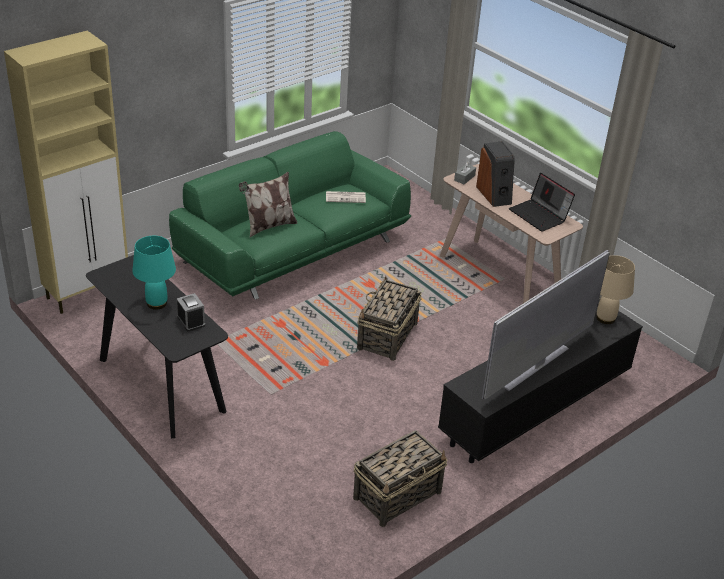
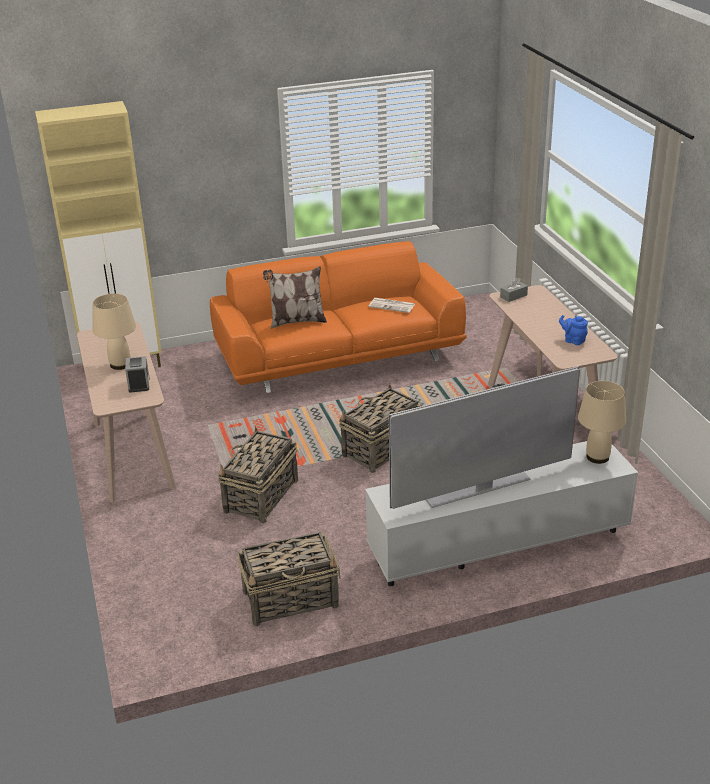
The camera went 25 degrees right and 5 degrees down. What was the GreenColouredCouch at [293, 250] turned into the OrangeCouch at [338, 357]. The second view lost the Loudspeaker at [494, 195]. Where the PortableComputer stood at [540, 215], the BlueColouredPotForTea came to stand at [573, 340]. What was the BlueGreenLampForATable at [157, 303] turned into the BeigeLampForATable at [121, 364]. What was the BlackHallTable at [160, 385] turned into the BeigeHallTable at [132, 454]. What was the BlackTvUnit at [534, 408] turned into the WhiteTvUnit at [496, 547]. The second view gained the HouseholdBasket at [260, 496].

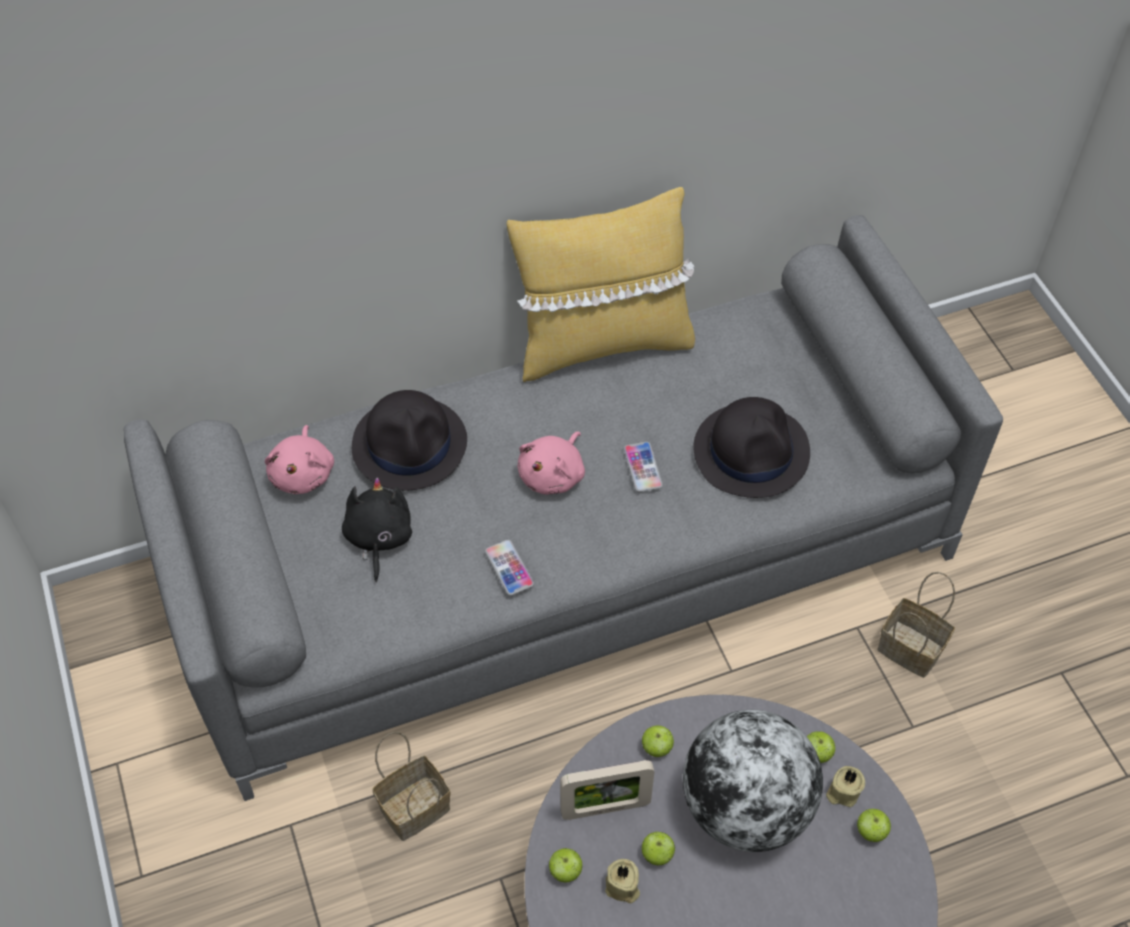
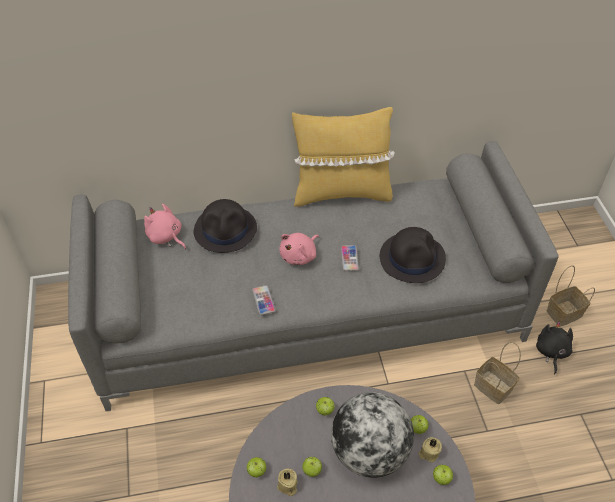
The camera went 10 degrees right and 5 degrees down. The PinkishPlushToy at [303, 473] ended up facing another way, 120 degrees clockwise from before. The BlackPlushToy ended up elsewhere, having gone from [378, 538] to [551, 352]. The HouseholdBasket ended up elsewhere, having gone from [416, 806] to [564, 312]. The second view lost the PictureFrame at [605, 808].

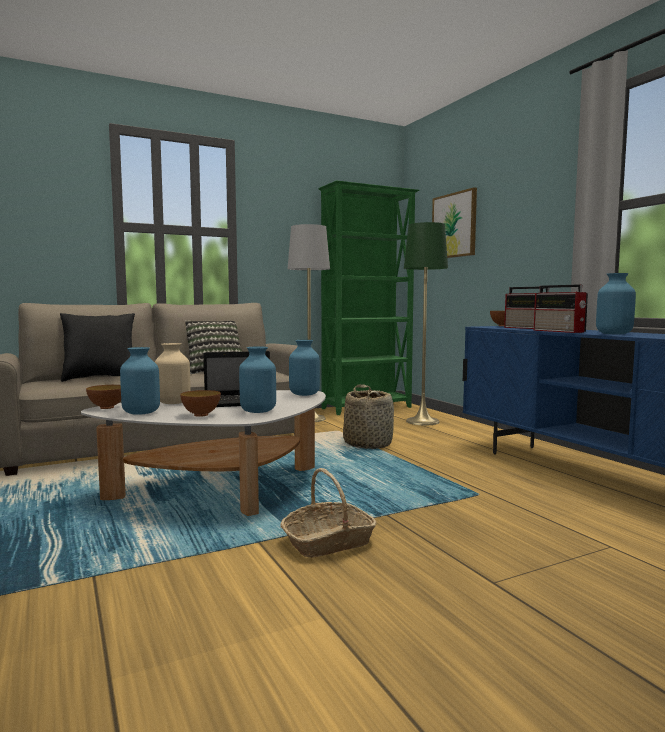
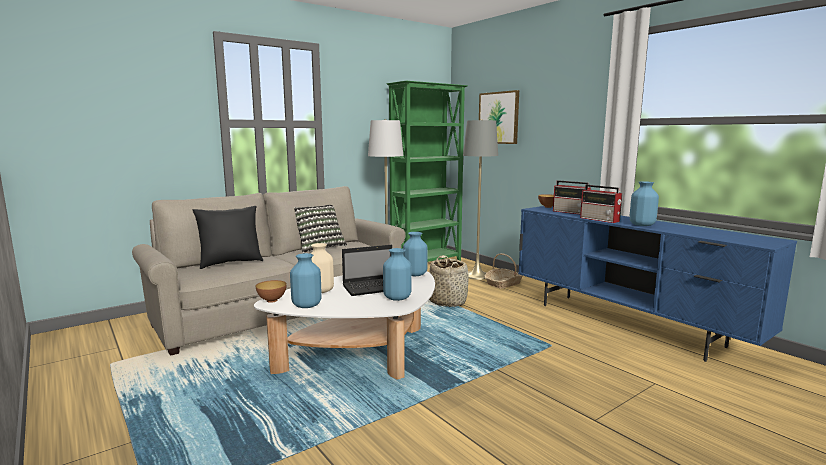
The camera went 10 degrees left and 5 degrees up. What was the GreenColouredStandardLamp at [422, 421] turned into the GrayStandardLamp at [477, 275]. The second view lost the Bowl at [201, 415]. The HouseholdBasket ended up elsewhere, having gone from [328, 542] to [503, 283].

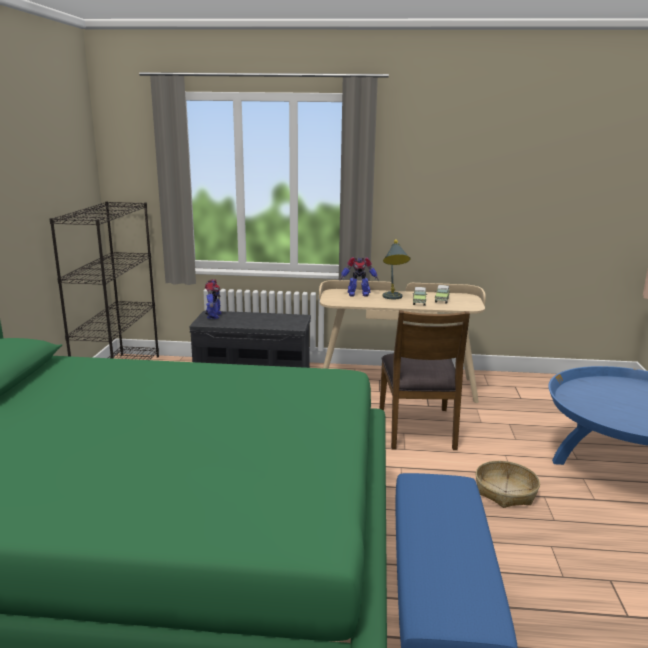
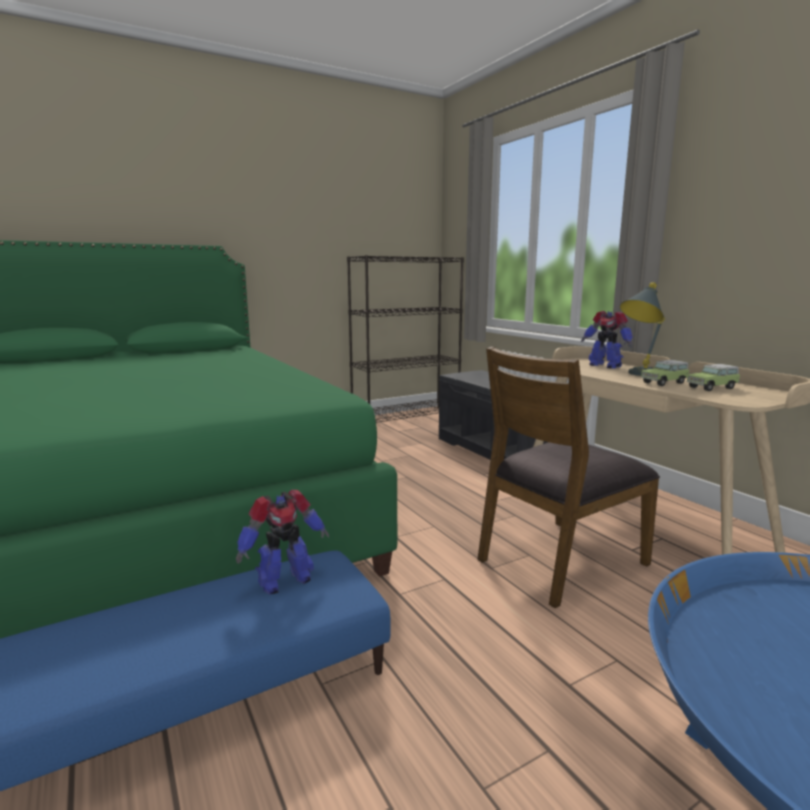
The camera went 55 degrees right and 5 degrees down. The ToyRobot ended up elsewhere, having gone from [213, 316] to [284, 580]. The second view lost the HouseholdBasket at [505, 491].

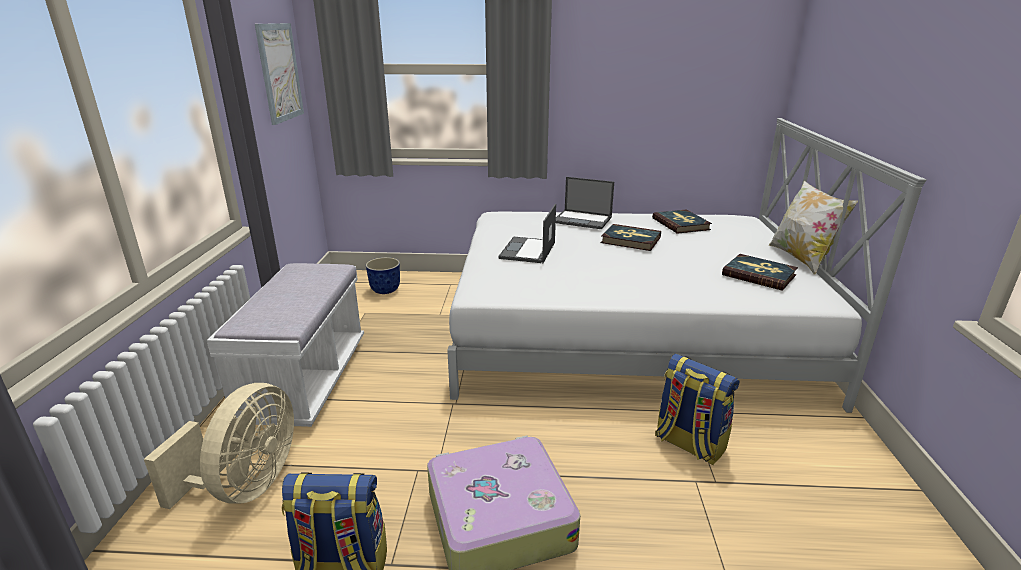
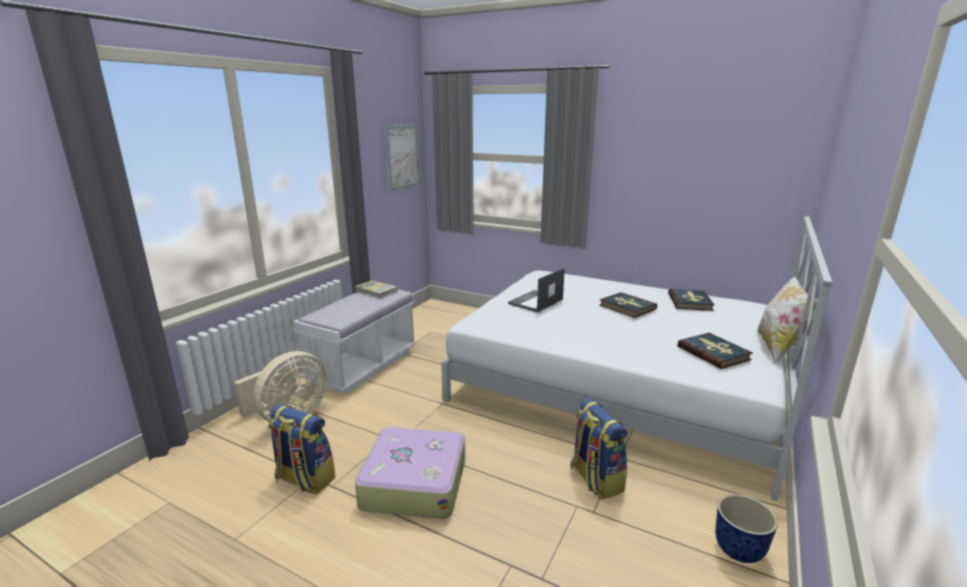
The camera went 25 degrees right and 5 degrees down. The second view lost the PortableComputer at [583, 220]. The Planter ended up elsewhere, having gone from [386, 290] to [739, 550]. The second view gained the Volume at [376, 291].

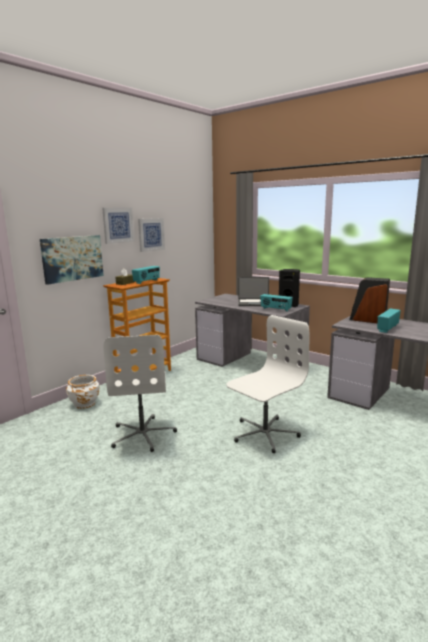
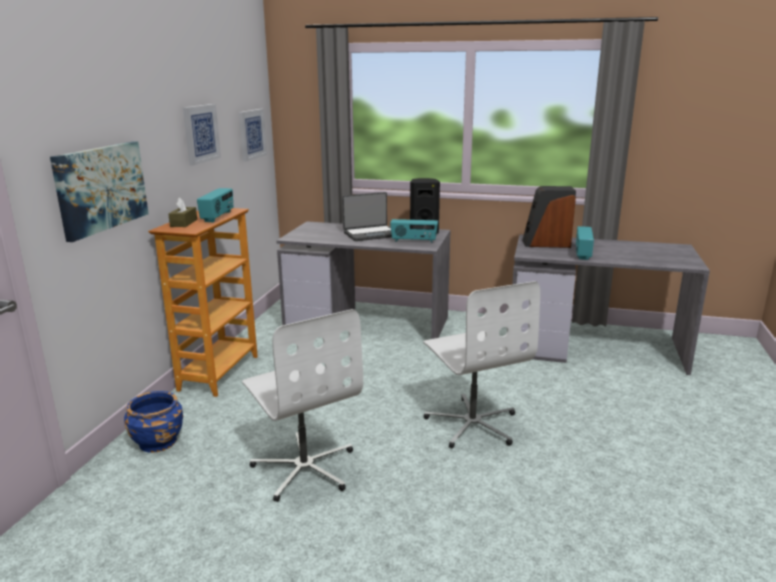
The camera went 25 degrees left and 5 degrees up. The WallArt ended up elsewhere, having gone from [118, 225] to [251, 134]. The WhiteDeskChair at [264, 434] ended up facing another way, 135 degrees clockwise from before. What was the WhitePlanter at [84, 403] turned into the BlueColouredPlanter at [157, 442].

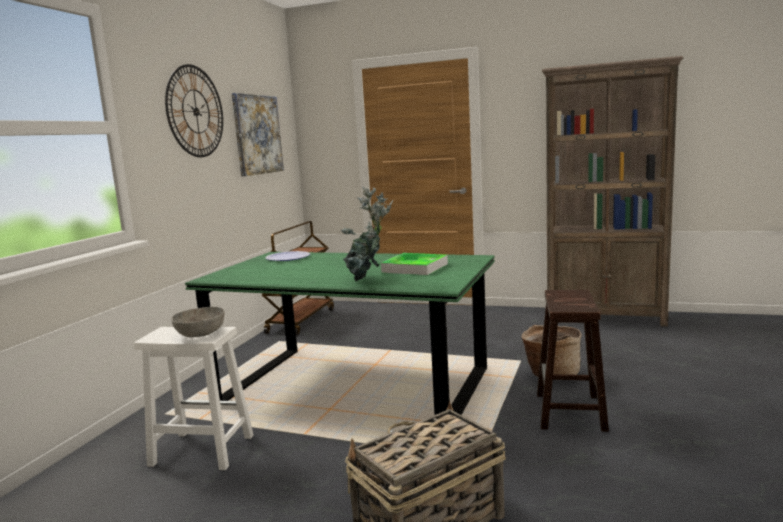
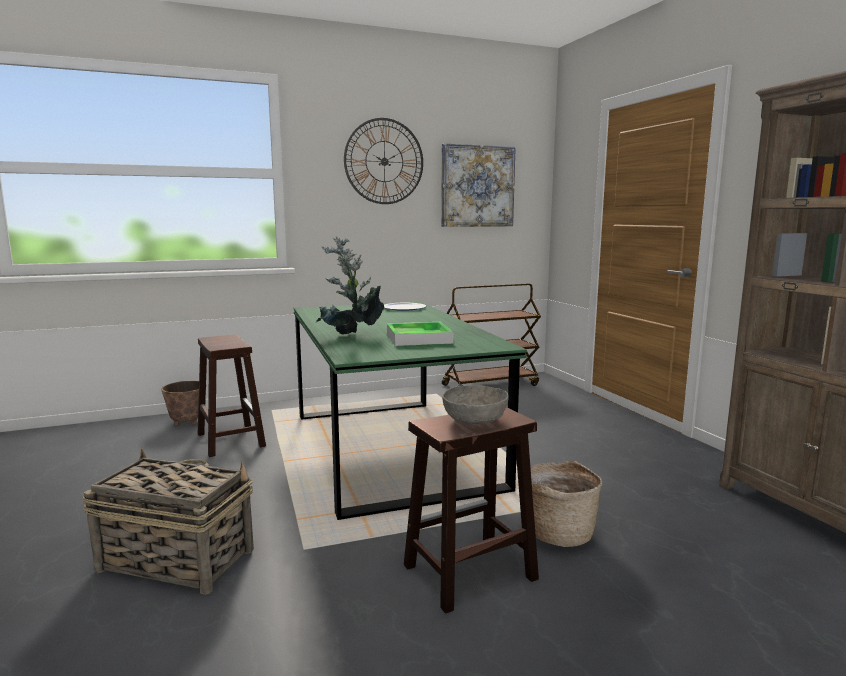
The camera went 50 degrees right and 0 degrees up. The GrayBowl ended up elsewhere, having gone from [200, 333] to [475, 419]. What was the WhiteStool at [200, 450] turned into the BrownStool at [230, 439]. The second view gained the Planter at [187, 422].

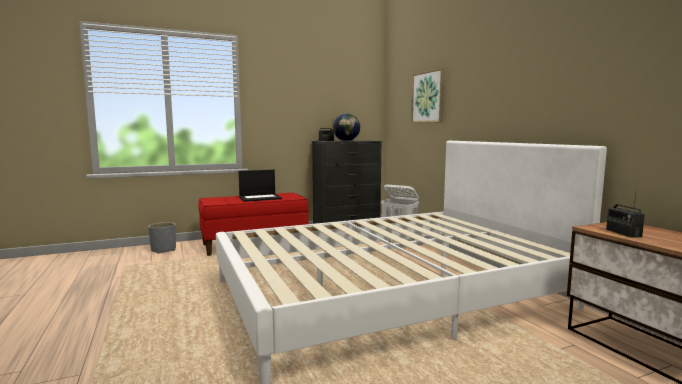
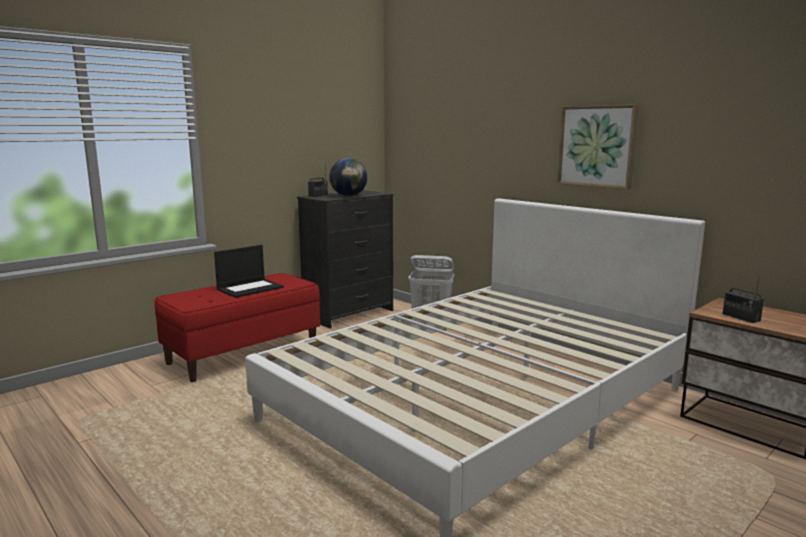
The camera went 20 degrees left and 5 degrees up. The WallArt ended up elsewhere, having gone from [428, 97] to [597, 146]. The second view lost the GrayPlanter at [163, 250].

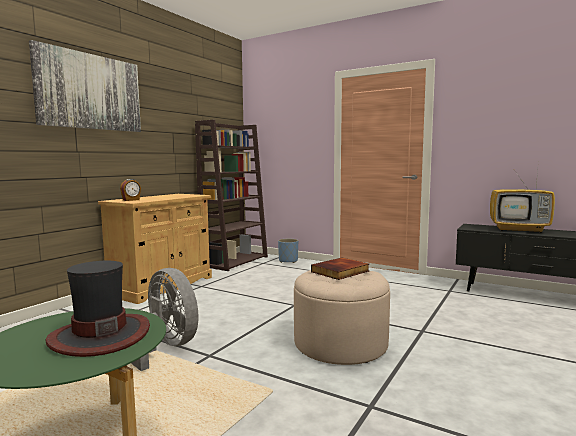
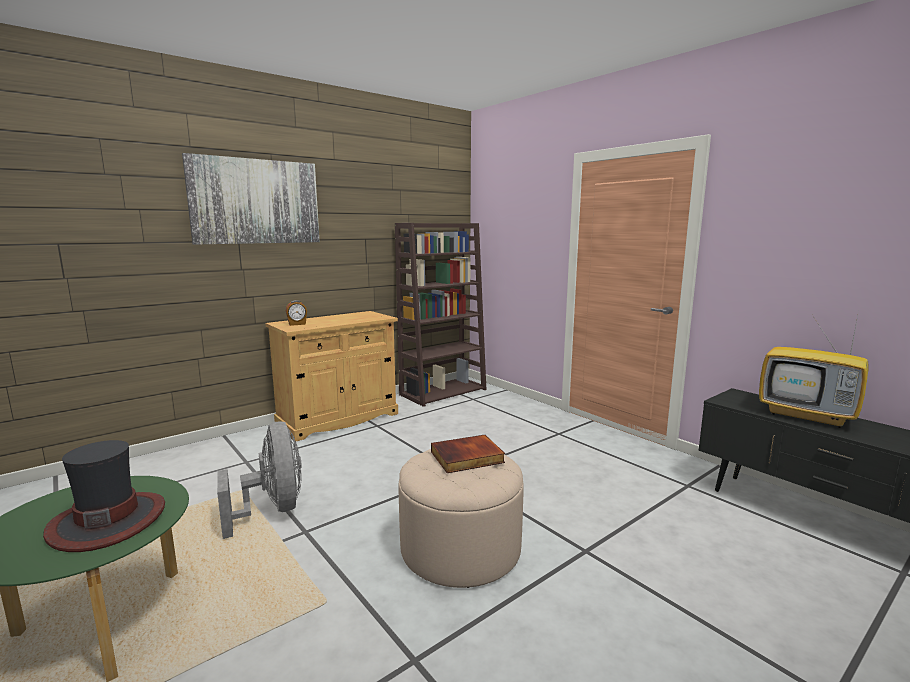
The camera went 20 degrees right and 5 degrees up. The second view lost the BlueColouredPlanter at [288, 261].

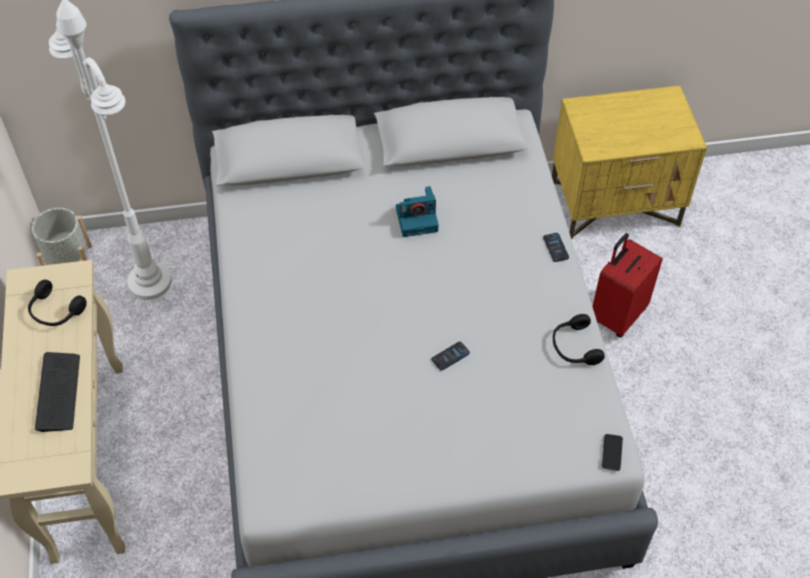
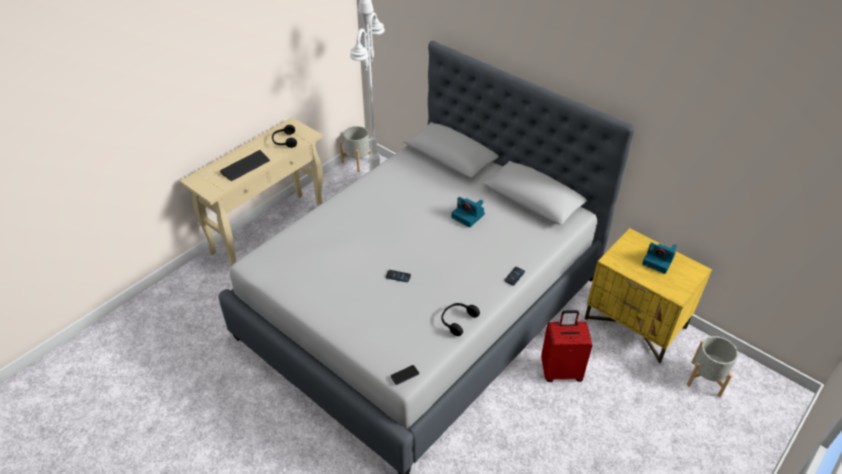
The camera went 50 degrees right and 10 degrees down. The second view gained the StillCamera at [658, 261]. The second view gained the GrayPlanter at [706, 378].

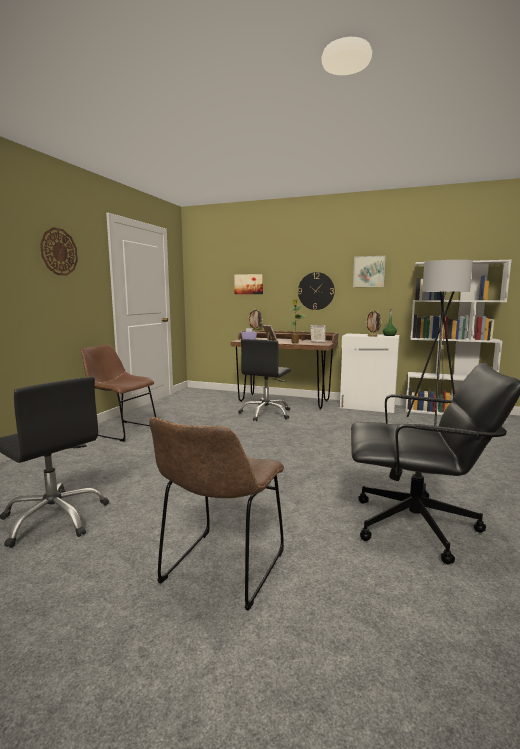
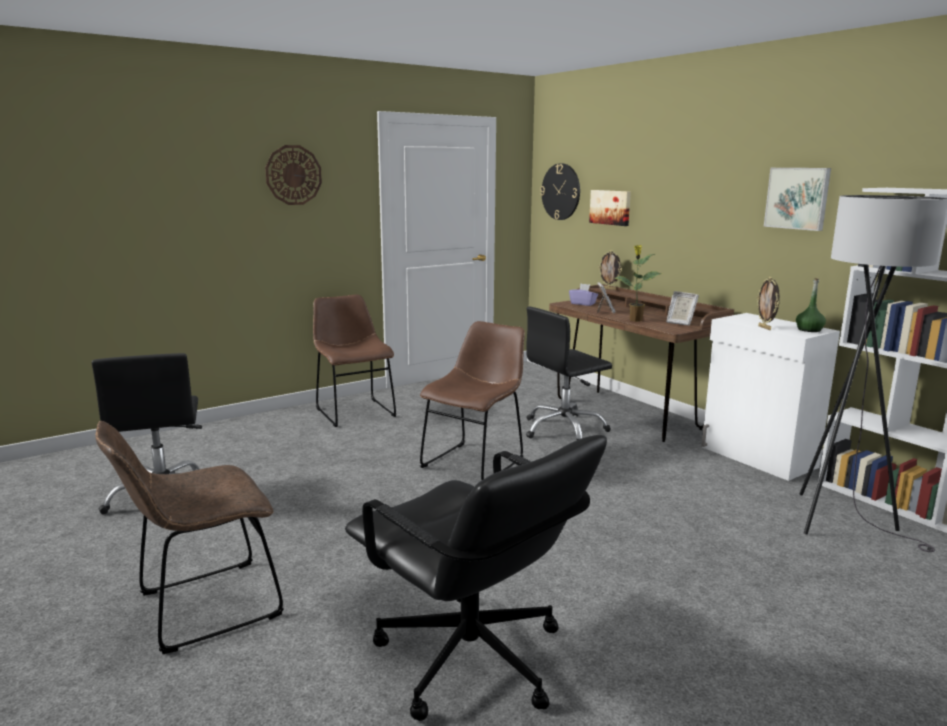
The camera went 35 degrees right and 5 degrees up. The ClockOnTheWall ended up elsewhere, having gone from [316, 291] to [561, 192]. The second view gained the BrownChair at [475, 462].

